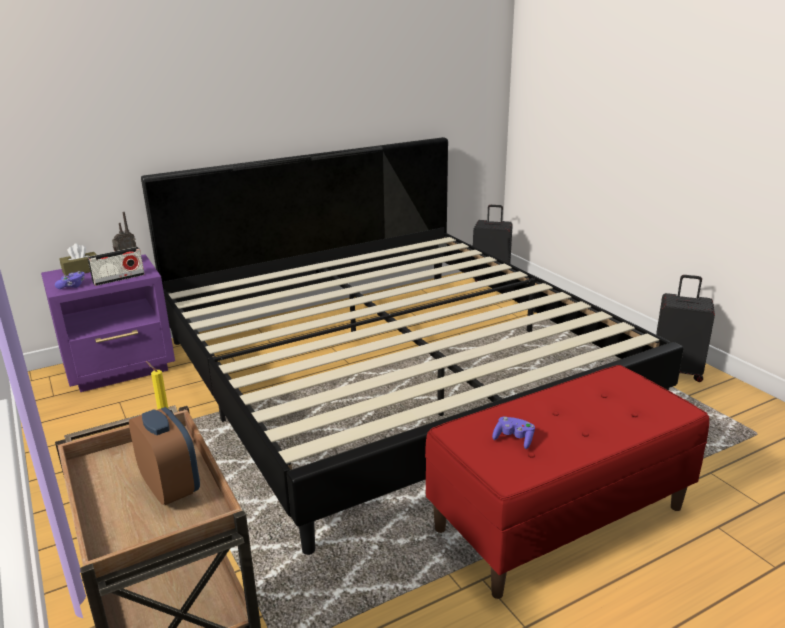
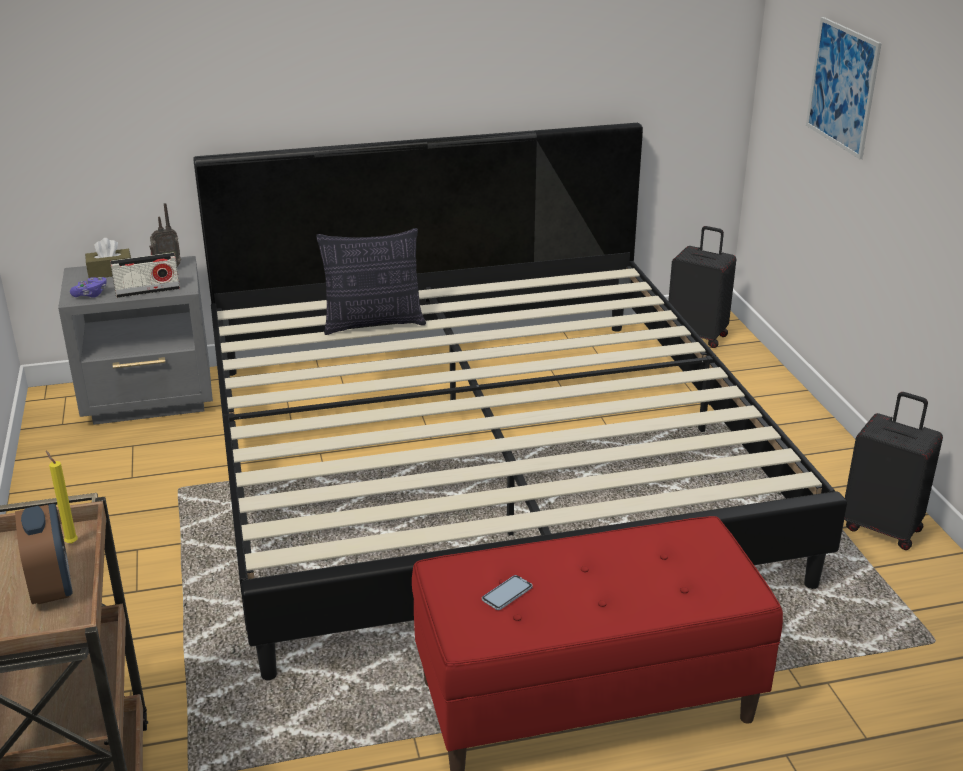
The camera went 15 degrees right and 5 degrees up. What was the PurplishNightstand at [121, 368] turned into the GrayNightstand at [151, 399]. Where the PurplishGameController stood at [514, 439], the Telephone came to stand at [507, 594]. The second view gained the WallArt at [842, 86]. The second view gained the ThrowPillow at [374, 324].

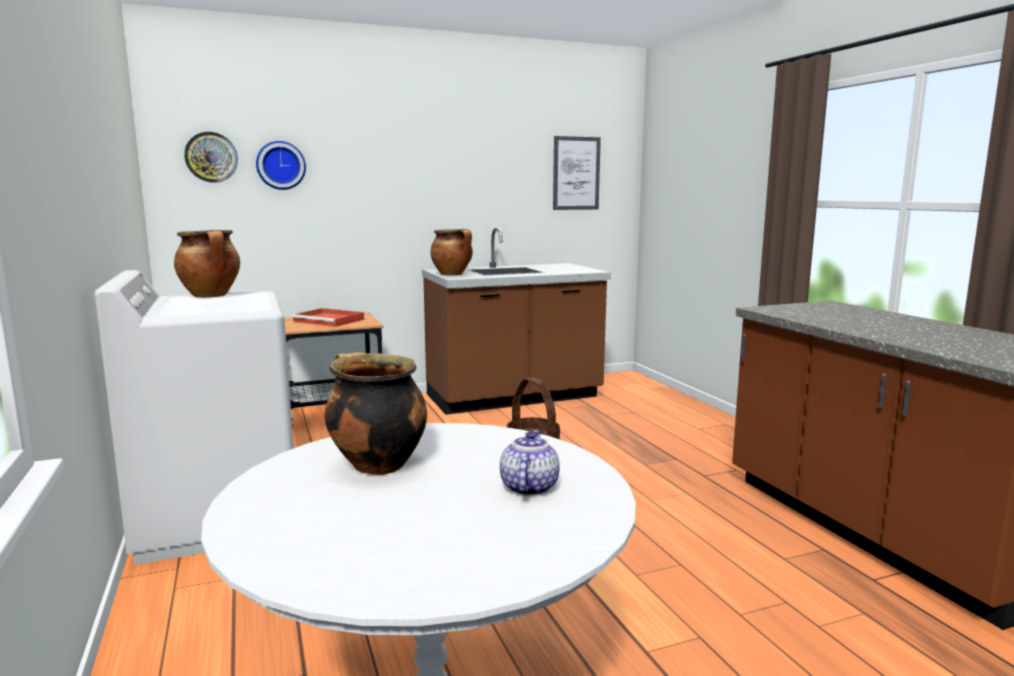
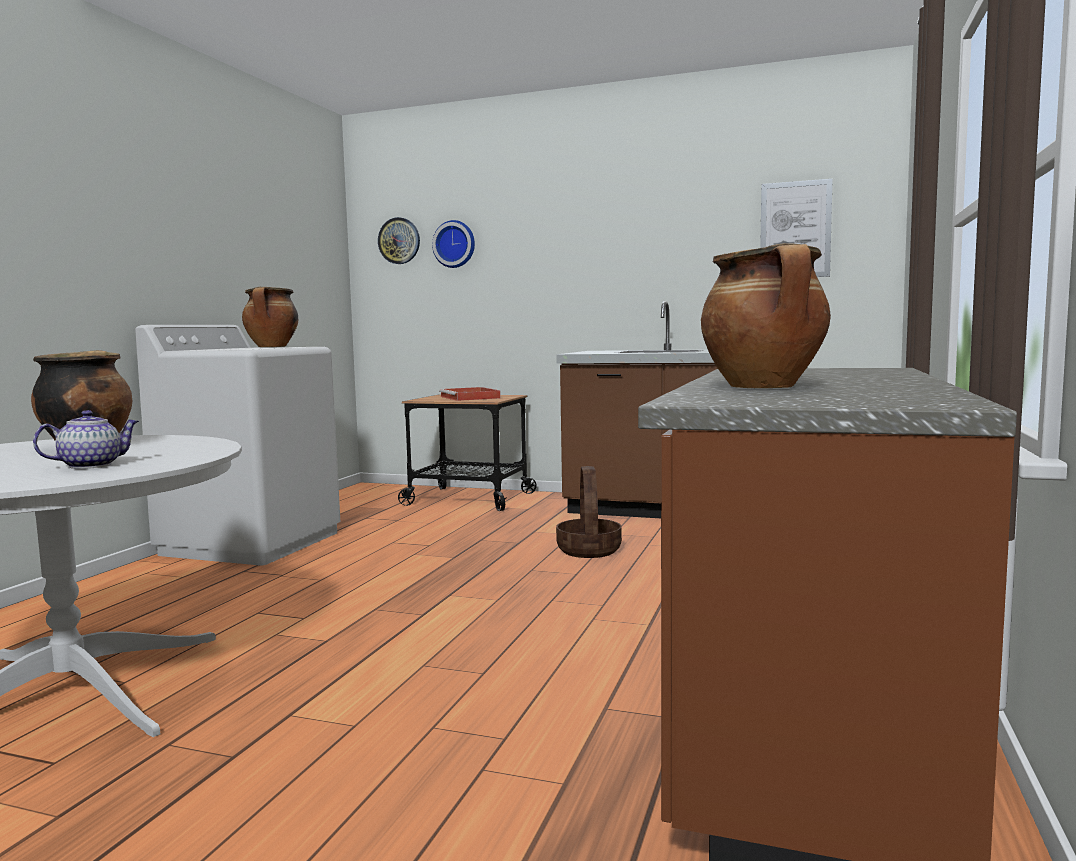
The camera went 40 degrees right and 5 degrees down. The Saucepot ended up elsewhere, having gone from [453, 274] to [765, 387].

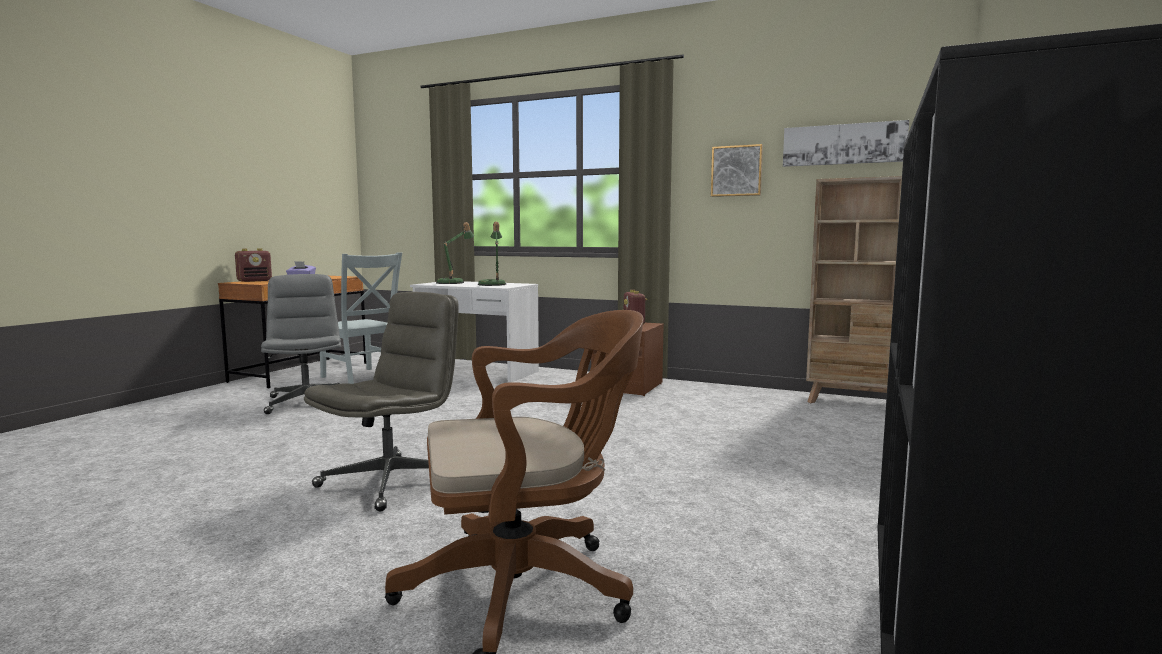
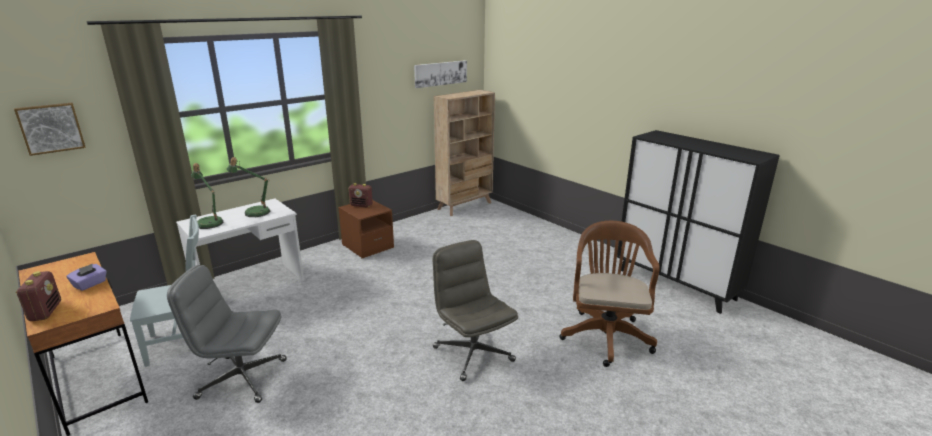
The camera went 65 degrees left and 15 degrees up. The WallArt ended up elsewhere, having gone from [736, 171] to [50, 128].

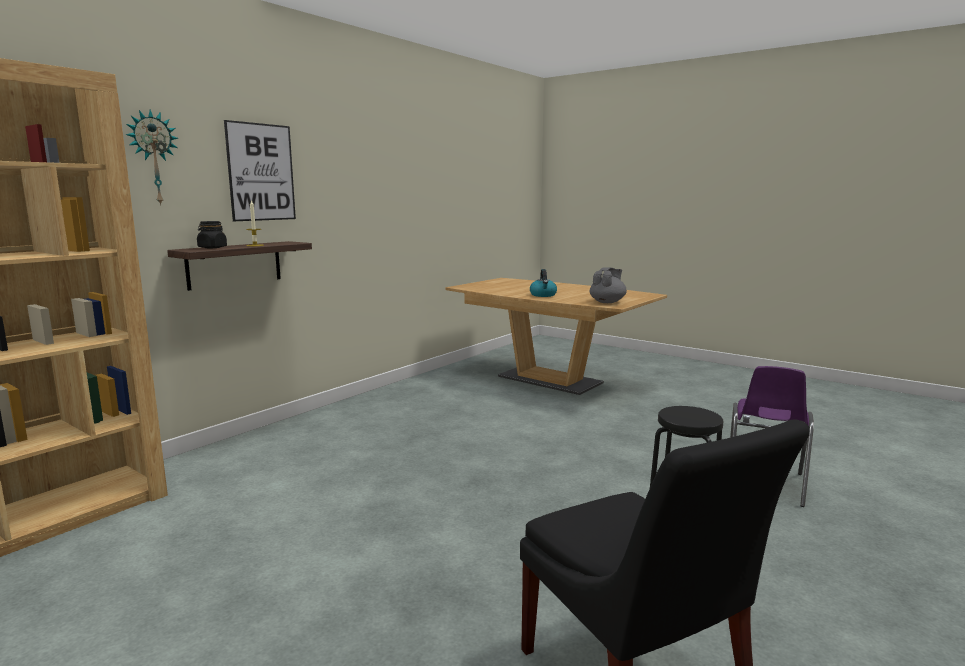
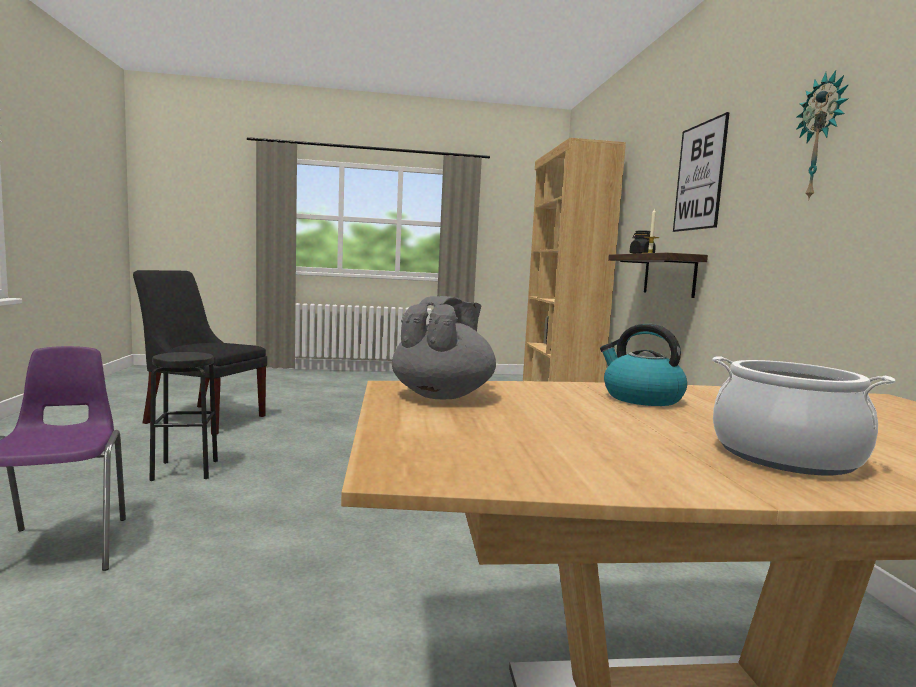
The camera went 135 degrees right and 5 degrees down. The ClockOnTheWall ended up elsewhere, having gone from [153, 158] to [822, 137]. The GrayPotForTea at [607, 302] ended up facing another way, 150 degrees counterclockwise from before. The second view gained the Saucepot at [785, 456].

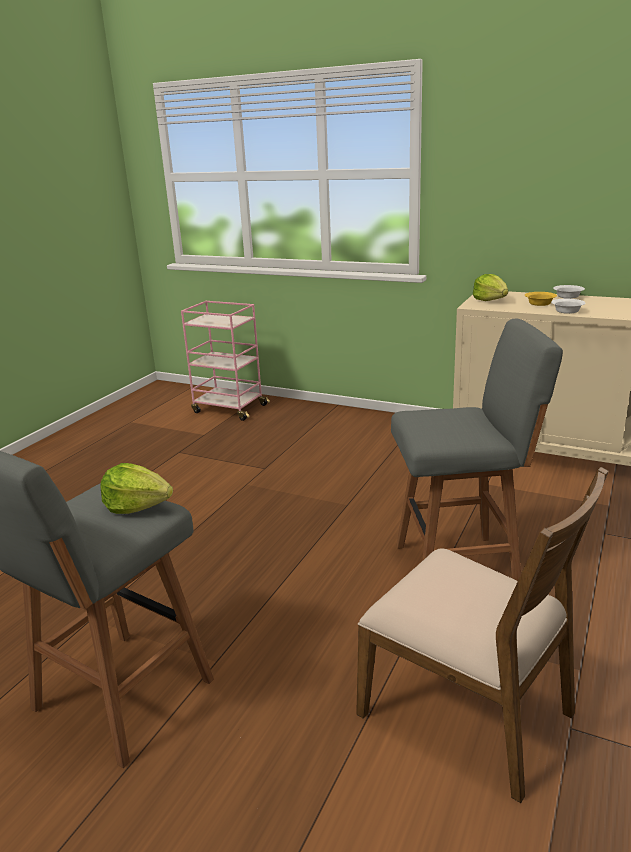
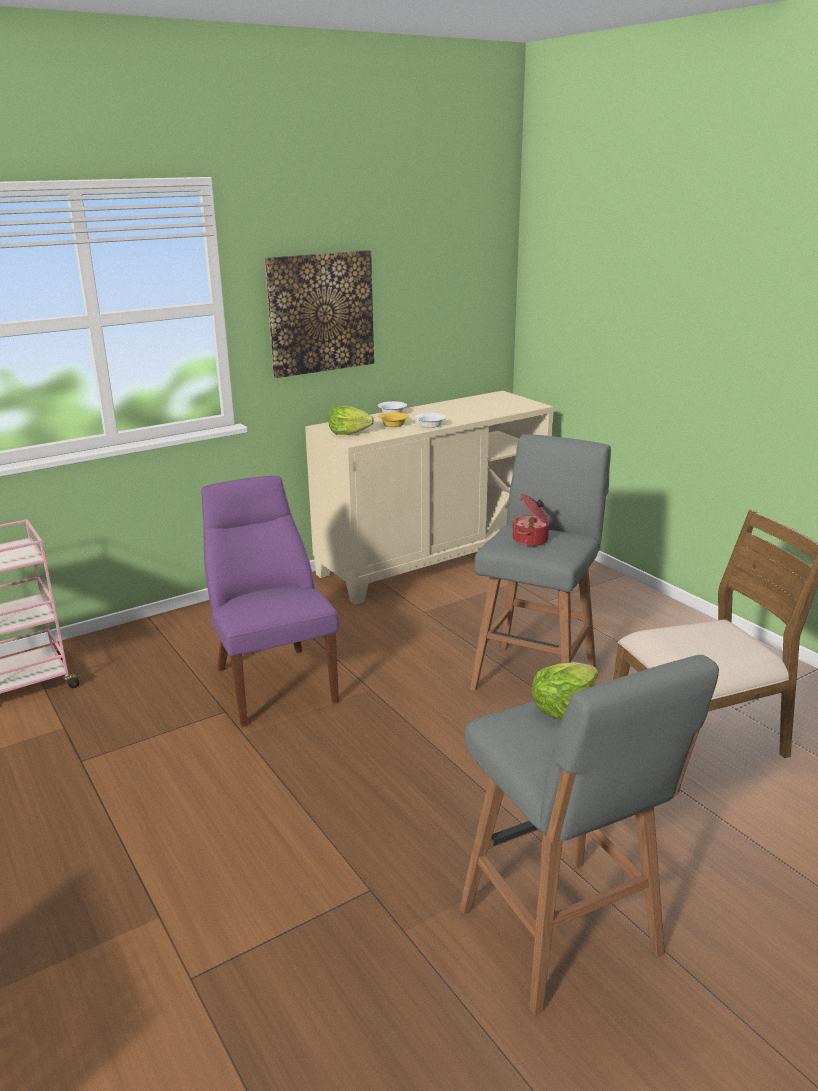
The camera went 60 degrees left and 0 degrees up. The second view gained the WallArt at [320, 313]. The second view gained the PurplishChair at [273, 681]. The second view gained the Saucepot at [531, 540].

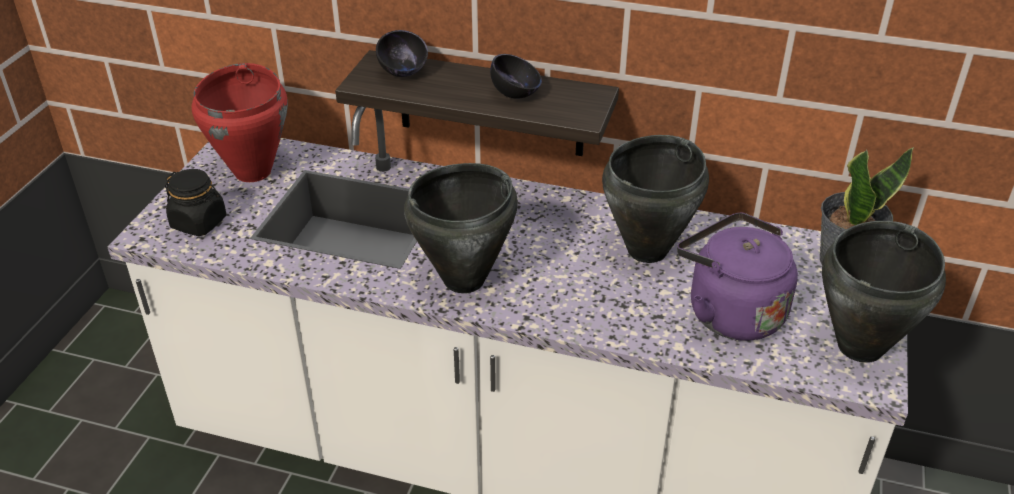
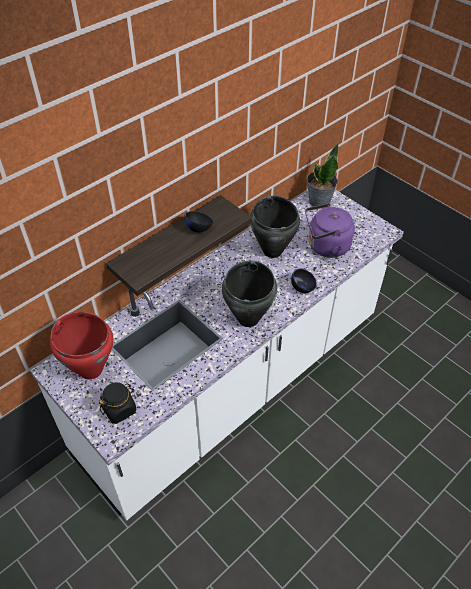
The camera went 60 degrees left and 10 degrees up. The BlackBowl ended up elsewhere, having gone from [403, 73] to [302, 288]. The second view lost the BlackSaucepot at [861, 347].

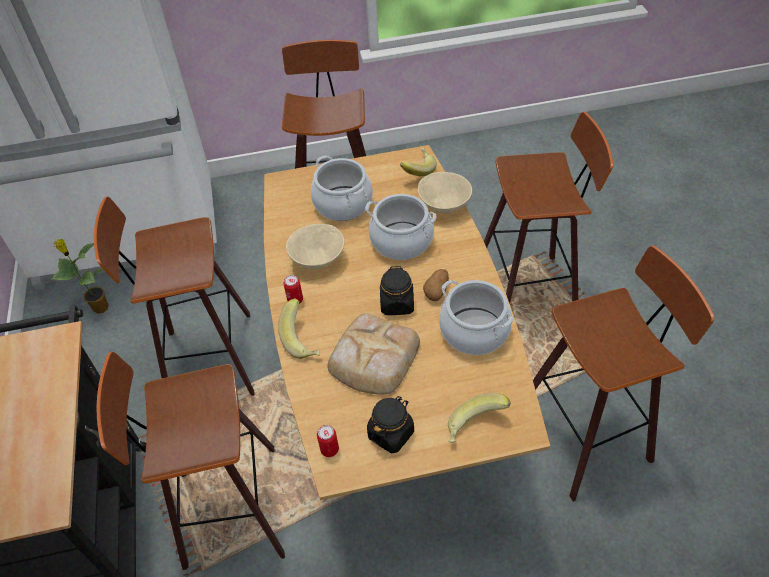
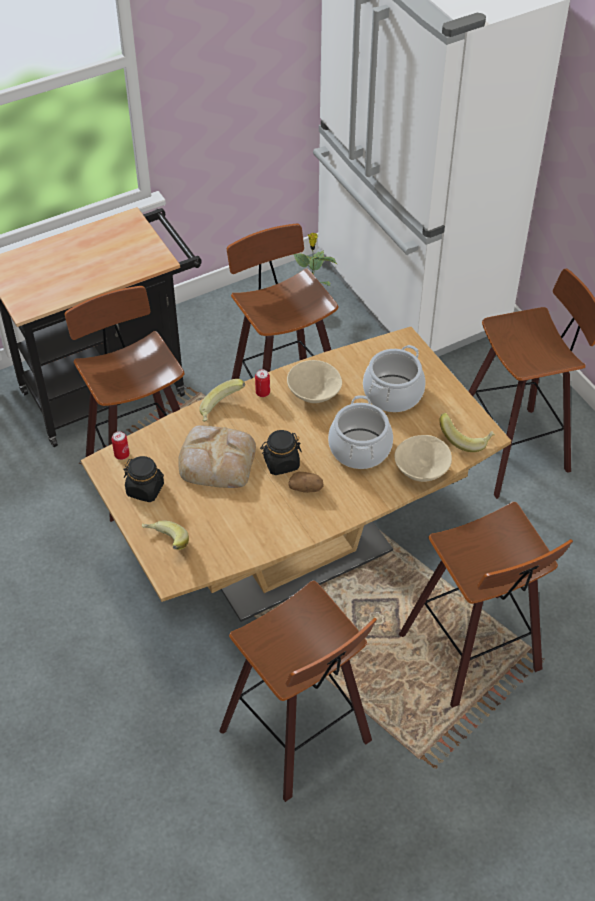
The camera went 70 degrees right and 0 degrees up. The second view lost the Saucepot at [474, 331].

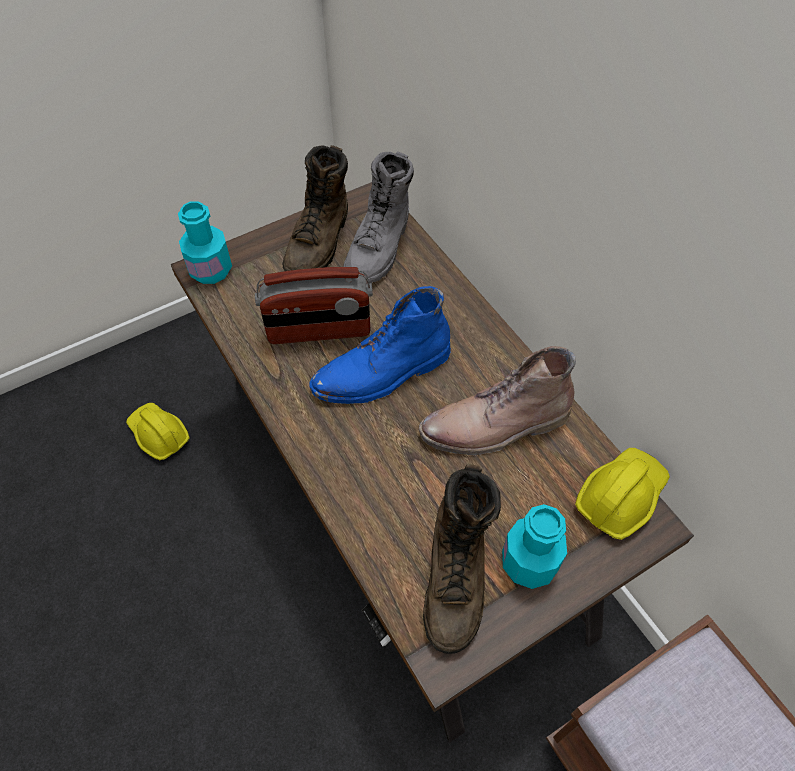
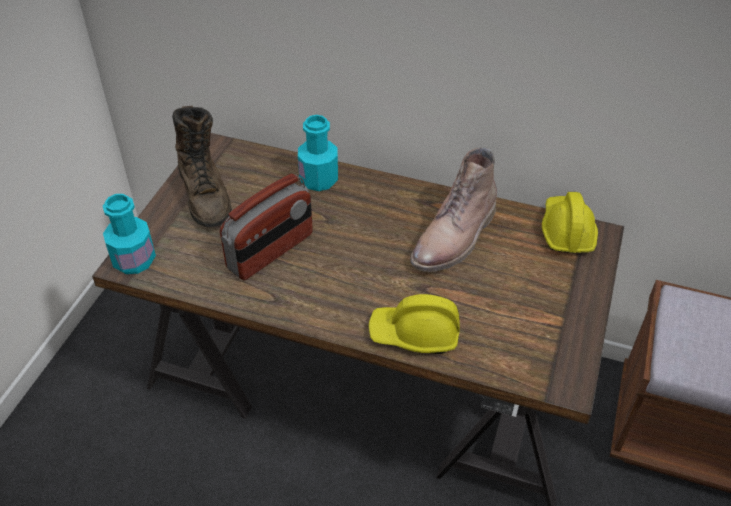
The camera went 40 degrees left and 10 degrees down. The second view lost the GrayHighTopBoot at [380, 248]. The second view lost the BlueColouredHighTopBoot at [382, 373]. The YellowishSafetyHelmet ended up elsewhere, having gone from [159, 434] to [415, 334]. The second view lost the BrownHighTopBoot at [456, 575]. The BlueGreenDrinkBottle ended up elsewhere, having gone from [529, 563] to [319, 179].

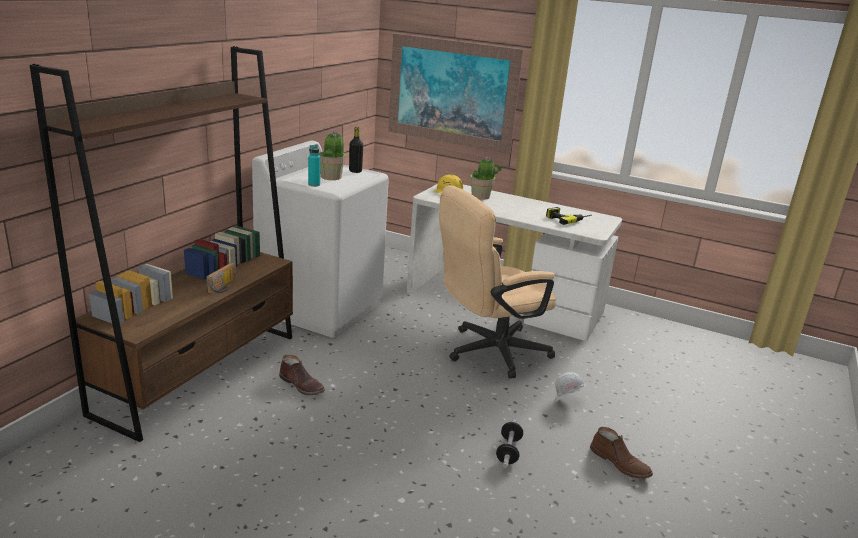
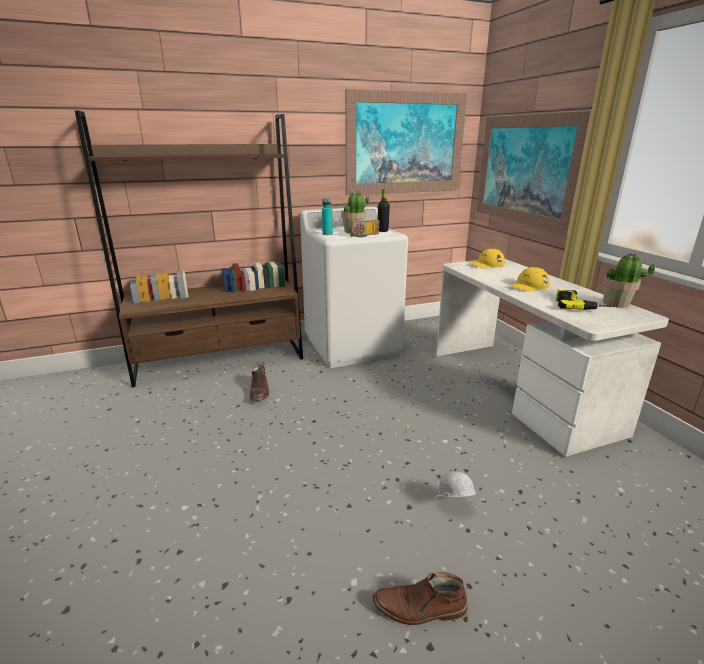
The camera went 45 degrees right and 0 degrees up. The Houseplant ended up elsewhere, having gone from [481, 196] to [616, 304]. The second view lost the BeigeDeskChair at [488, 352]. The RadioReceiver ended up elsewhere, having gone from [224, 287] to [365, 235]. The second view lost the Dumbbell at [508, 451]. The BrownHighTopBoot at [620, 463] ended up facing another way, 90 degrees clockwise from before. The second view gained the WallArt at [406, 144]. The second view gained the YellowishPeakedCap at [528, 286].

